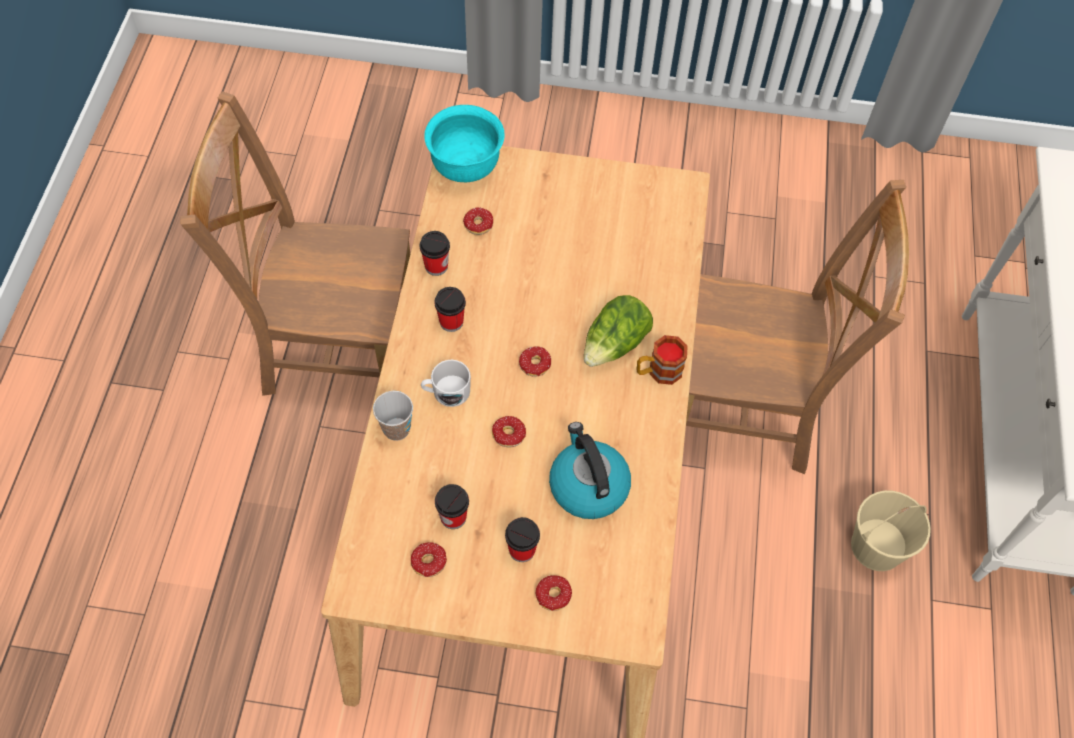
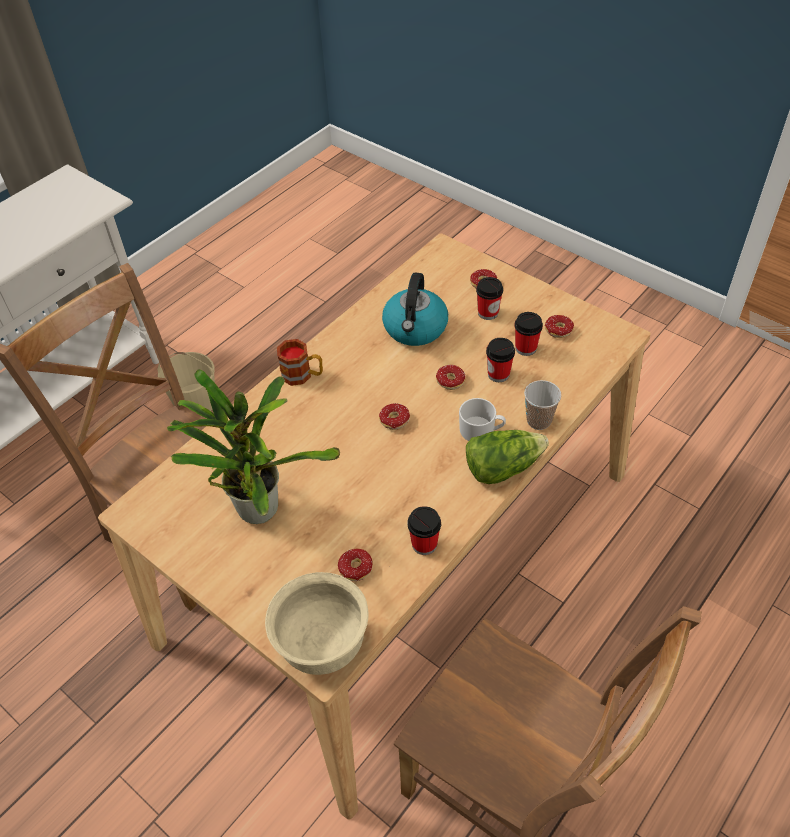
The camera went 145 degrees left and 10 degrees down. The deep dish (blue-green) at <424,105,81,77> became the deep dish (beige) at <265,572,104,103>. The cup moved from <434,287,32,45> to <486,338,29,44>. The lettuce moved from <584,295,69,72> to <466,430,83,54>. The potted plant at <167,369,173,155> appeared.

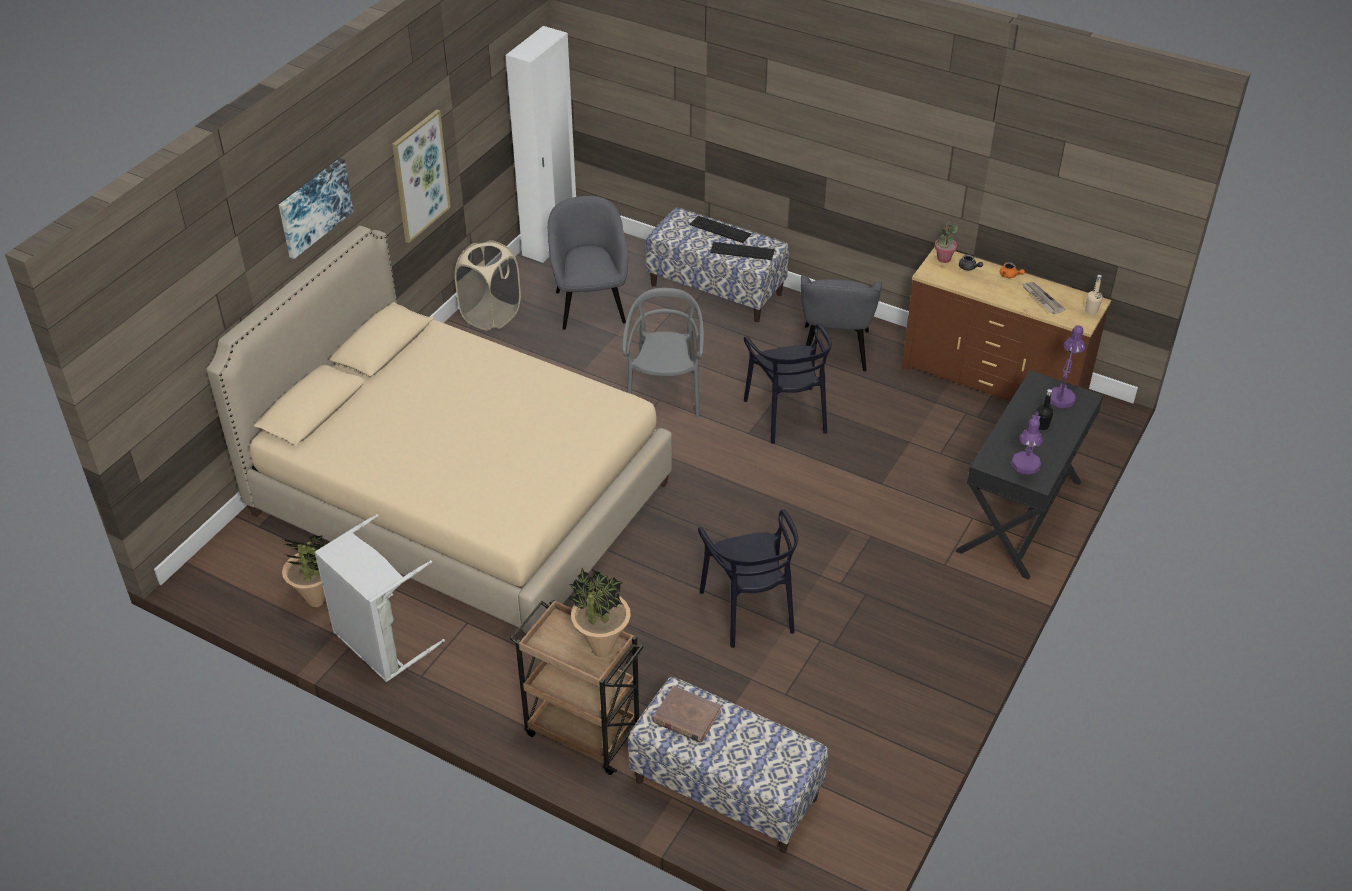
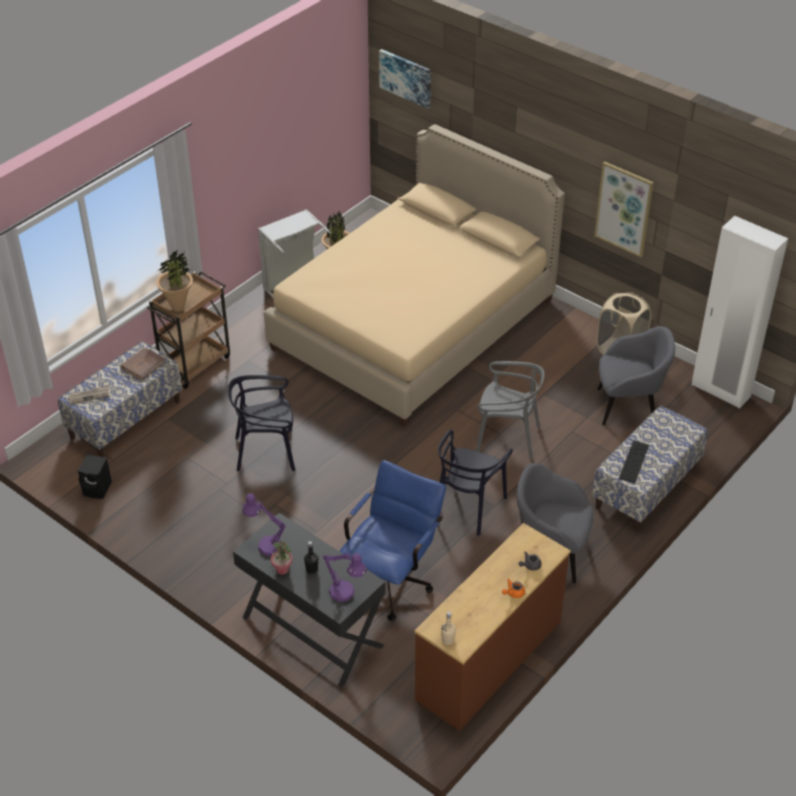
The camera went 100 degrees right and 0 degrees up. The wall picture moved from <279,158,75,101> to <379,49,52,60>. The PC keyboard at <690,216,61,27> disappeared. The potted plant moved from <935,222,23,41> to <271,540,21,35>. The printed paper moved from <1022,282,44,32> to <68,385,41,20>. The upright chair (black-coloured) at <744,324,88,120> turned 60 degrees counterclockwise. The loudspeaker (black-coloured) at <78,455,34,44> appeared. The office chair (blue-coloured) at <339,460,107,161> appeared.

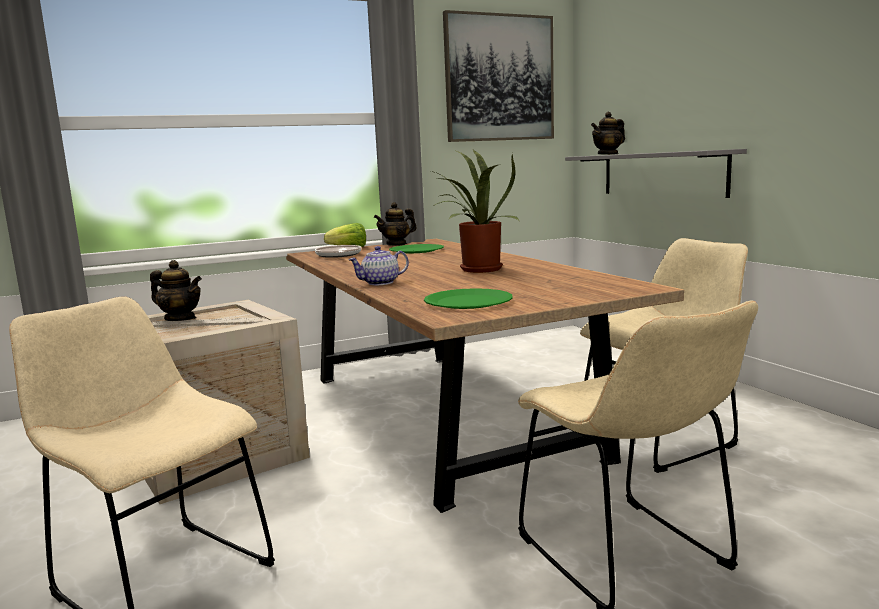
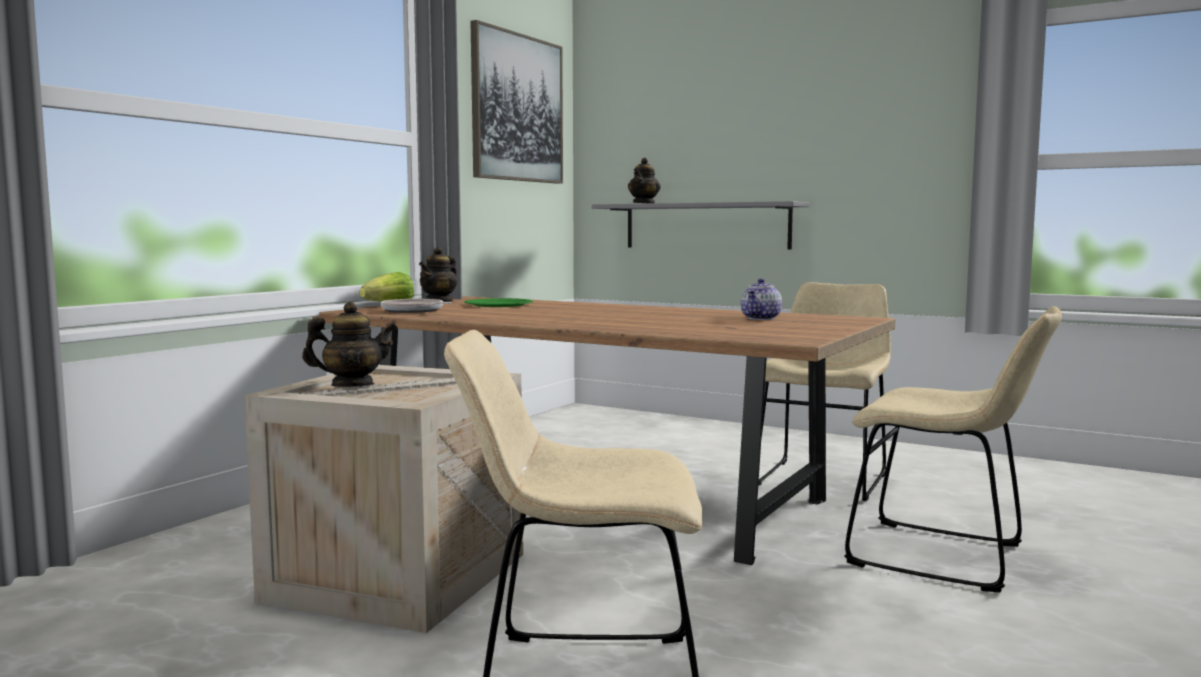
The camera went 35 degrees left and 5 degrees down. The potted plant at <431,150,88,123> disappeared. The pot for tea moved from <348,246,61,39> to <741,278,41,42>. The dinner plate (green-coloured) at <424,288,89,21> disappeared.

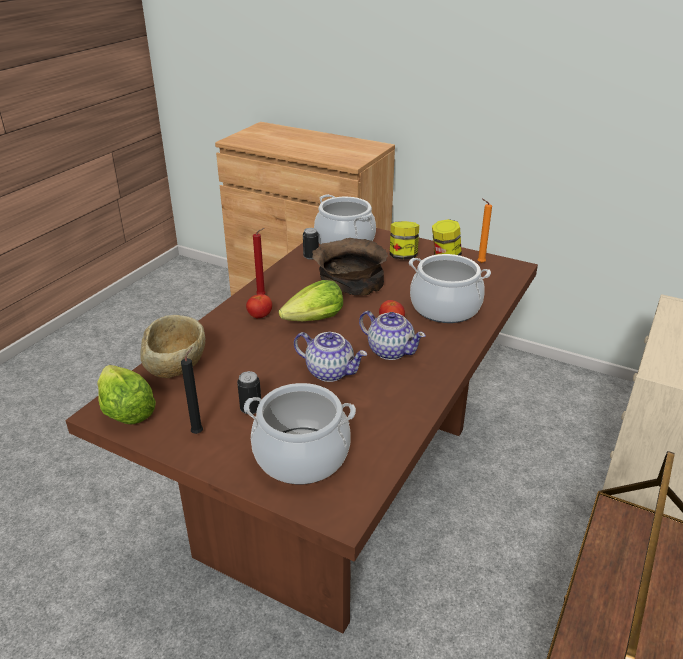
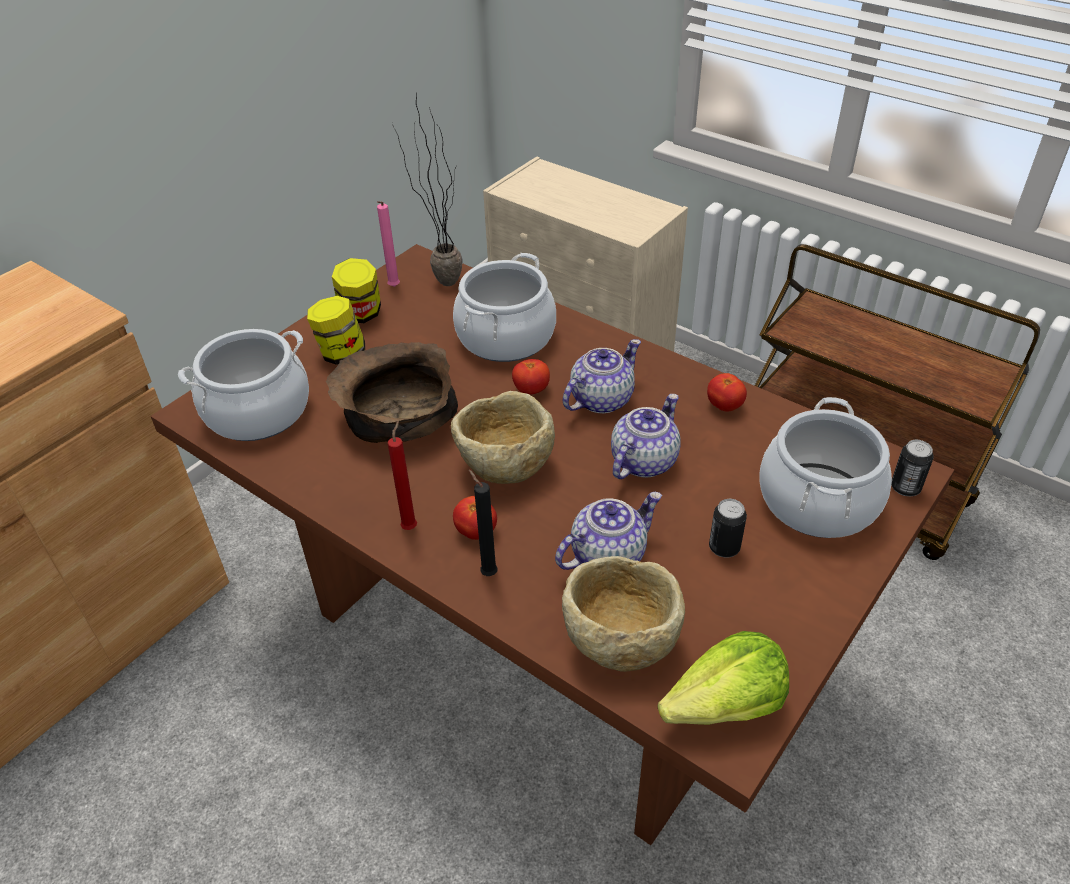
The camera went 80 degrees left and 10 degrees up. The wax candle (orange) at <477,198,15,65> became the wax candle (pinkish) at <377,201,23,86>. The metal can moved from <303,228,16,32> to <891,440,43,56>. The lettuce at <279,280,64,41> was replaced by the deep dish (beige) at <451,391,104,93>. The wax candle (black-coloured) moved from <181,347,22,87> to <469,470,29,106>. The potted plant at <392,96,71,190> appeared. The tomato at <707,373,40,39> appeared. The pot for tea at <555,492,107,78> appeared.

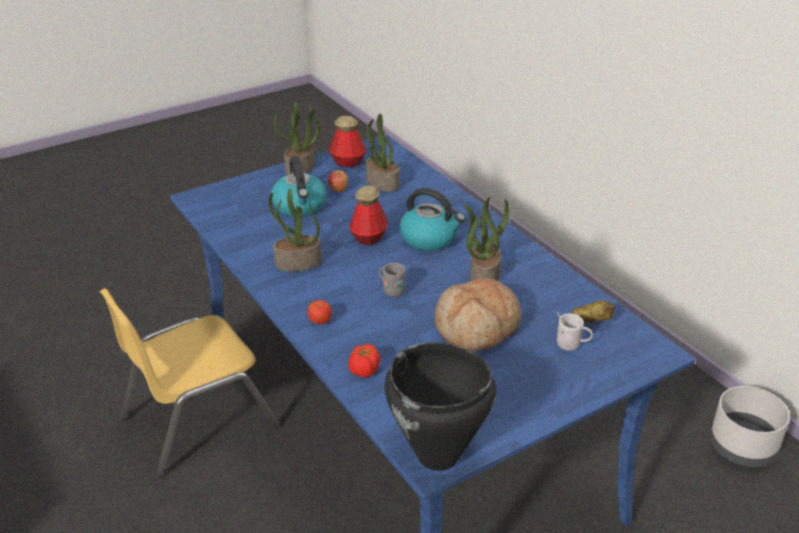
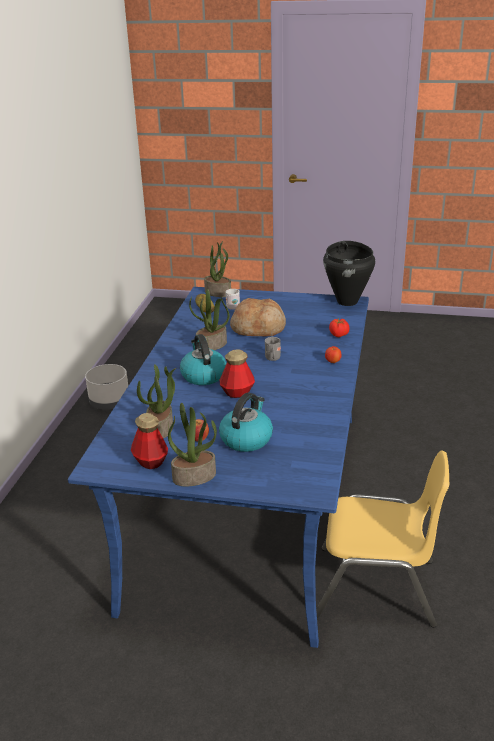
The camera went 135 degrees left and 5 degrees down. The potted plant moved from <268,188,54,84> to <204,241,27,56>.

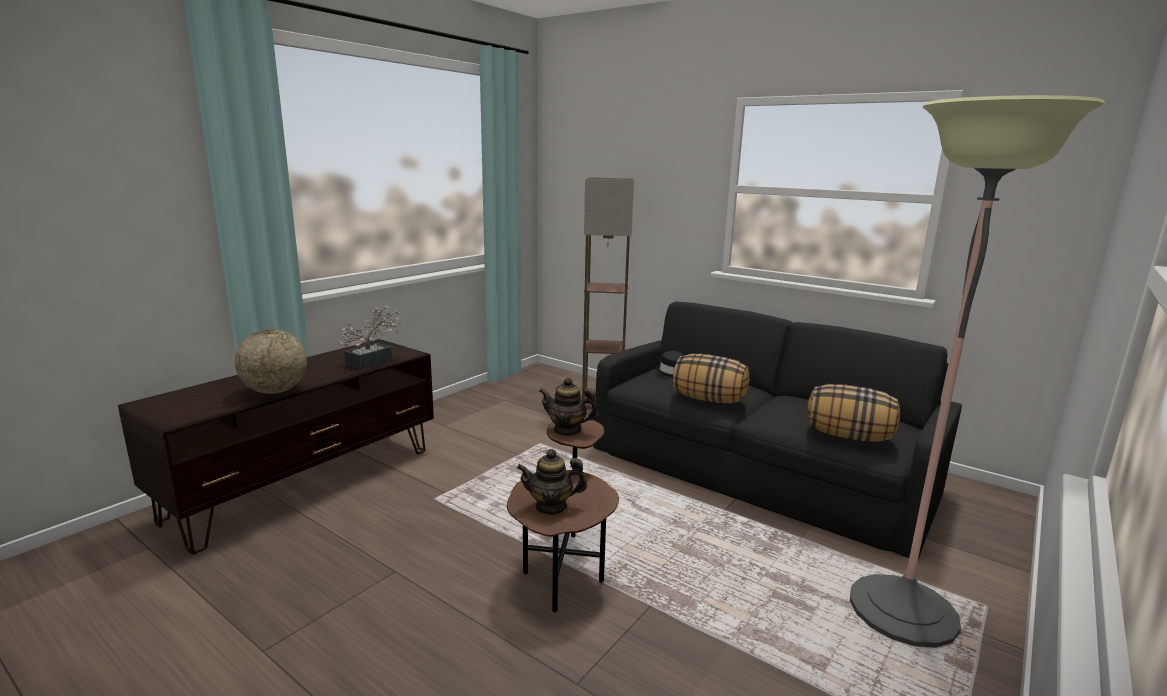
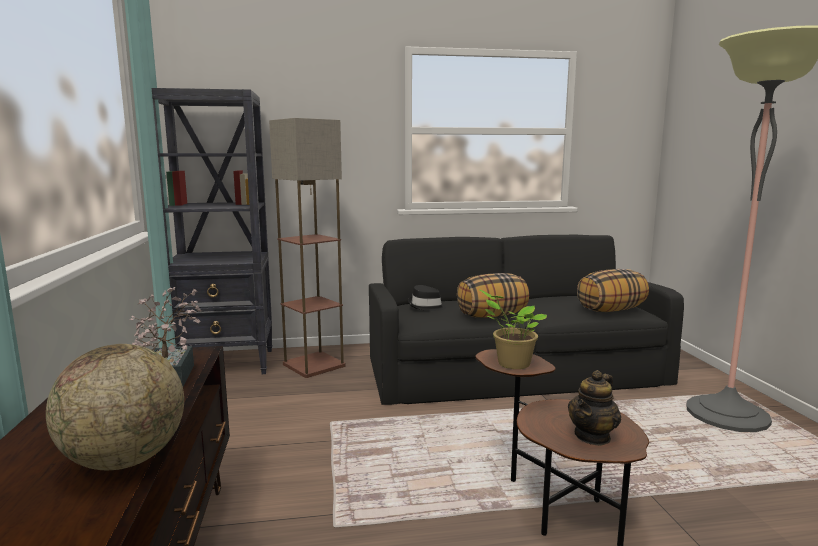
The camera went 45 degrees left and 5 degrees down. The pot for tea at <539,377,60,59> was replaced by the potted plant at <479,289,68,80>. The bookcase (black-coloured) at <152,88,121,286> appeared.

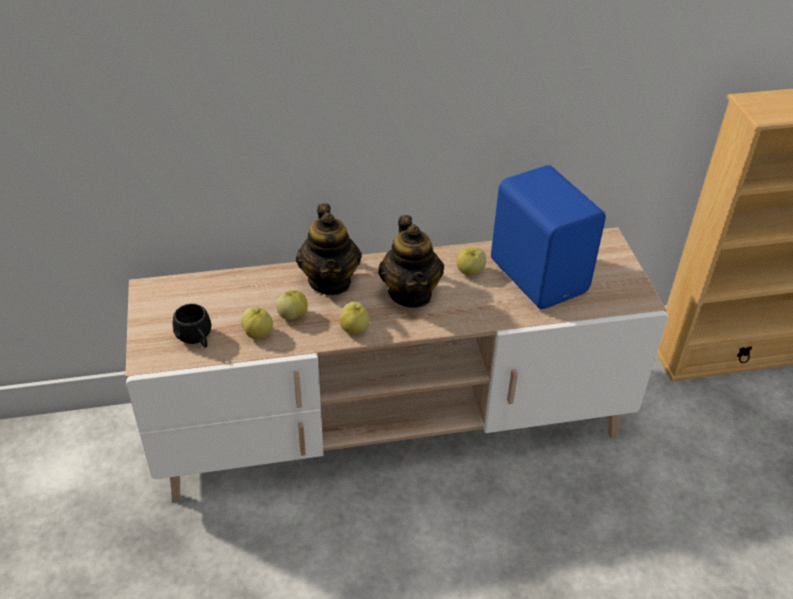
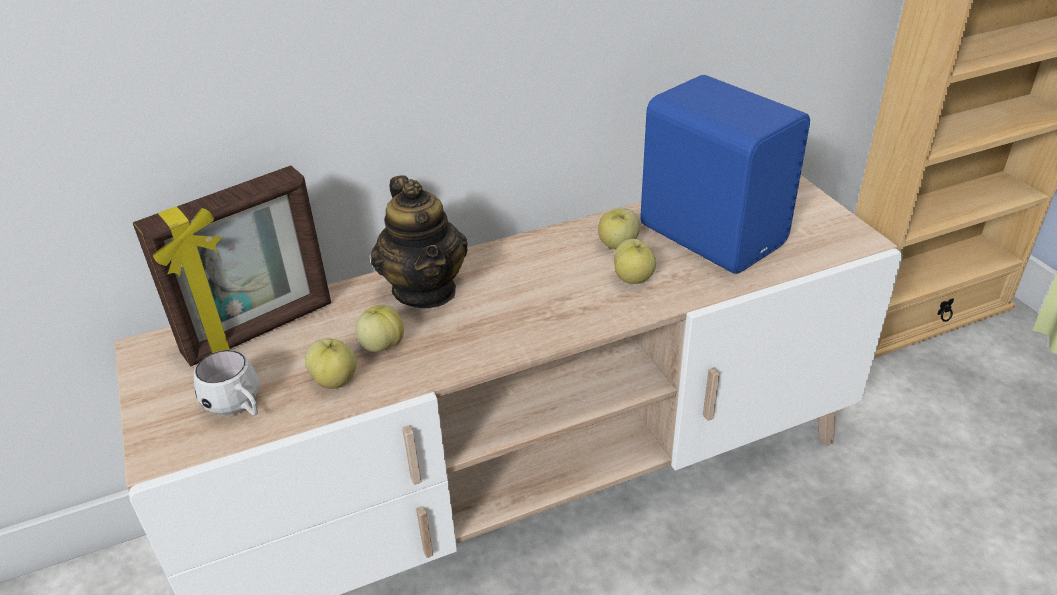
The camera went 10 degrees left and 5 degrees down. The pot for tea at <378,215,66,93> disappeared. The whole apple moved from <339,302,31,32> to <614,239,42,45>. The mug (black-coloured) at <173,303,39,45> became the mug (white-coloured) at <194,350,65,66>. The photo frame at <133,166,198,200> appeared.

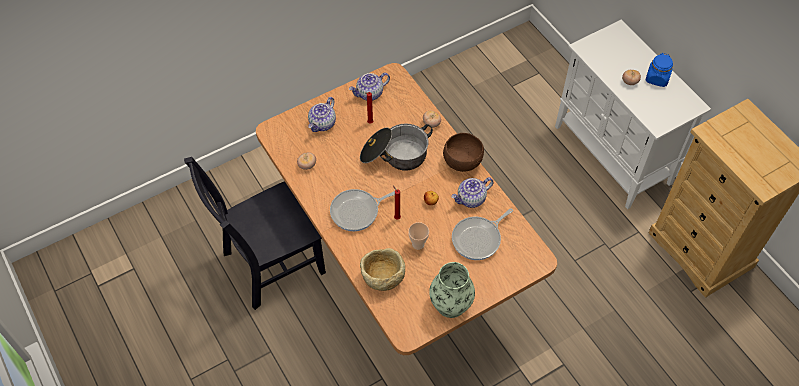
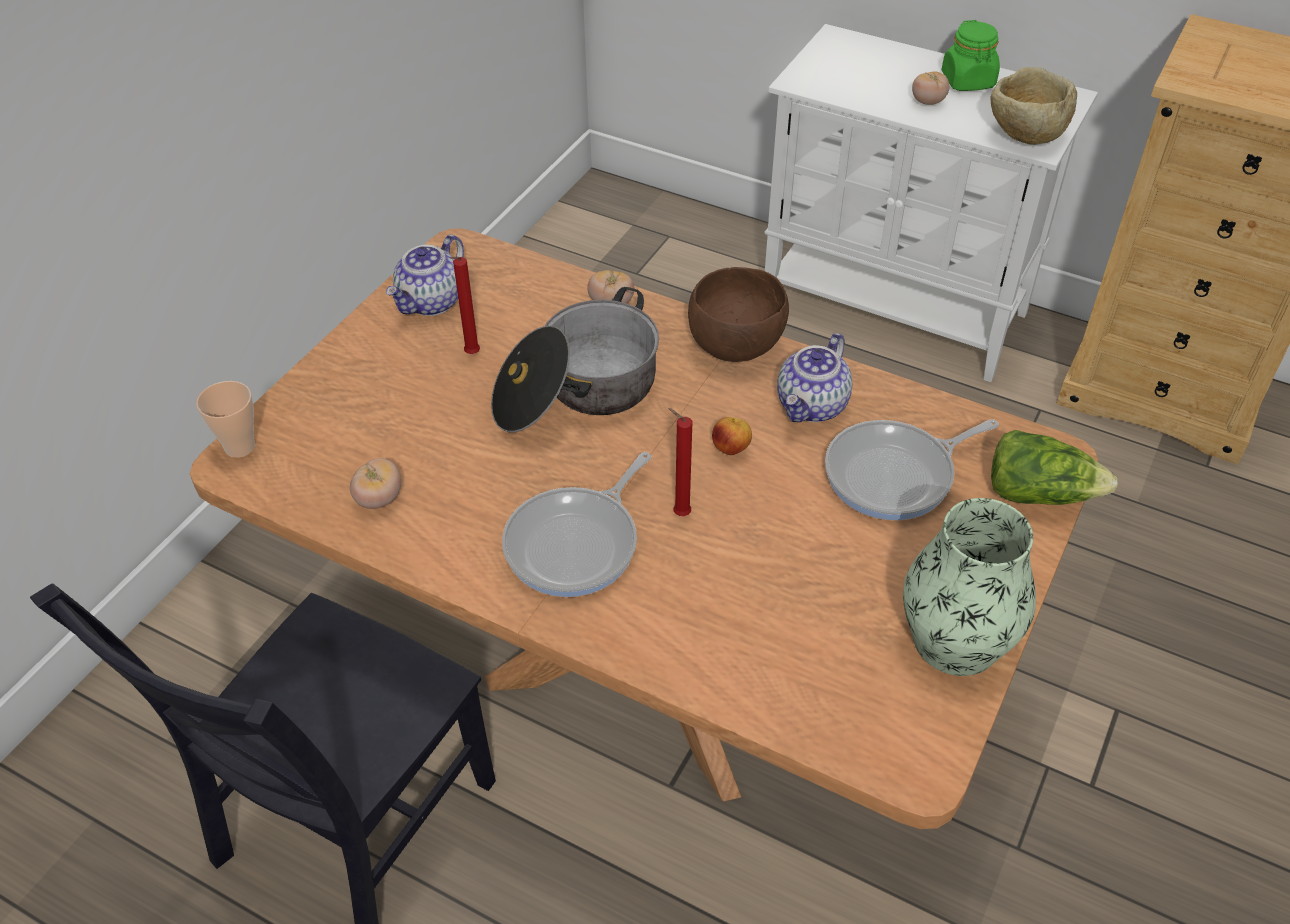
The camera went 30 degrees left and 10 degrees down. The storage jar (blue-coloured) at <645,53,28,34> became the storage jar (green-coloured) at <942,20,58,71>. The pot for tea at <308,97,28,35> disappeared. The pan at <452,208,61,52> turned 45 degrees clockwise. The cup moved from <408,222,21,28> to <196,381,59,77>. The deep dish (beige) moved from <360,248,45,43> to <991,67,86,78>. The lettuce at <991,430,127,75> appeared.

